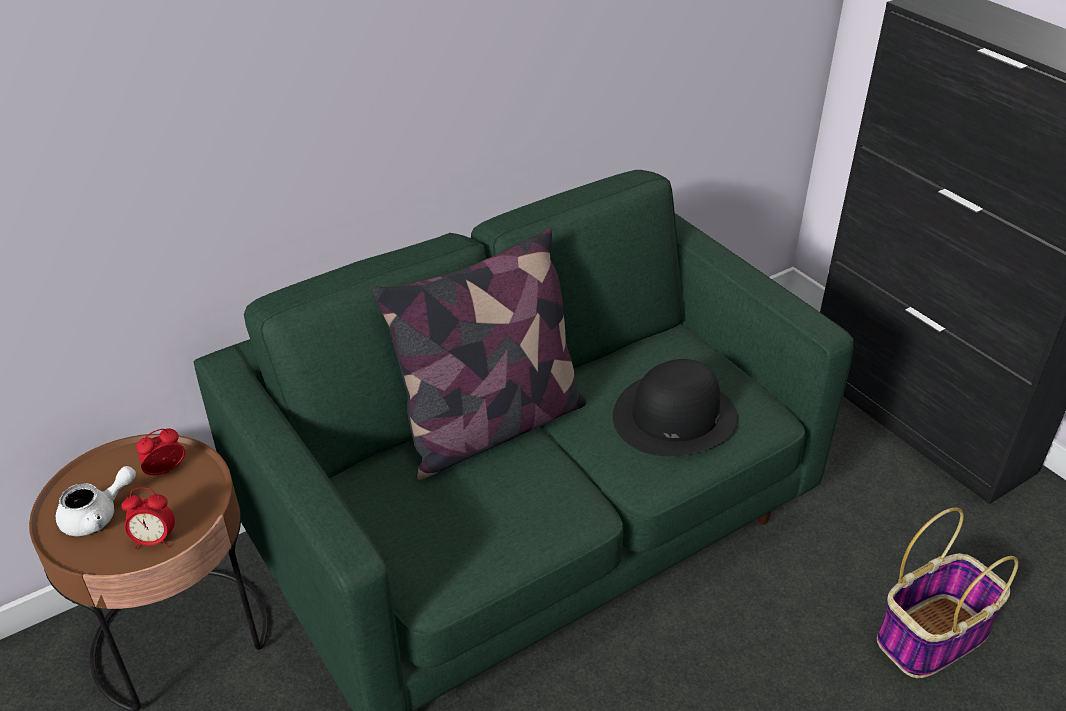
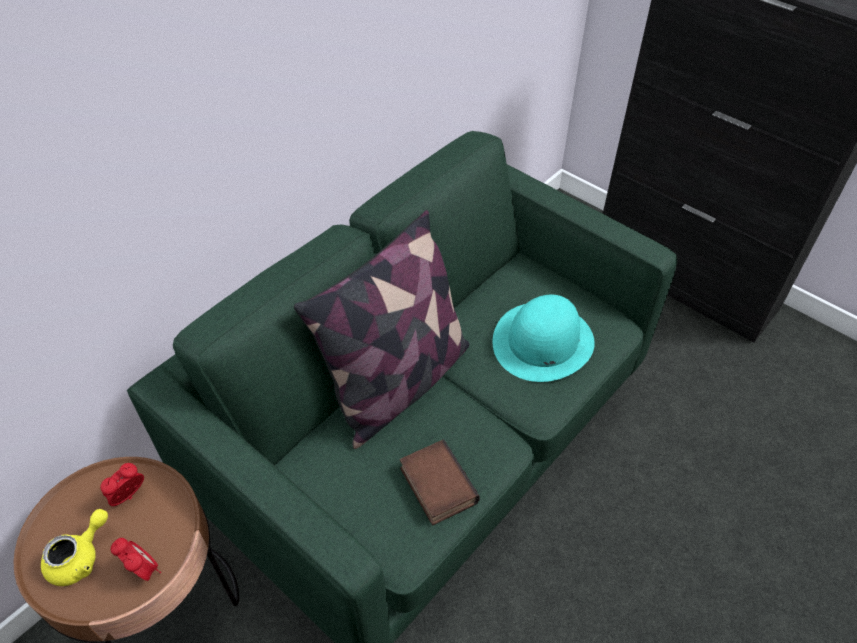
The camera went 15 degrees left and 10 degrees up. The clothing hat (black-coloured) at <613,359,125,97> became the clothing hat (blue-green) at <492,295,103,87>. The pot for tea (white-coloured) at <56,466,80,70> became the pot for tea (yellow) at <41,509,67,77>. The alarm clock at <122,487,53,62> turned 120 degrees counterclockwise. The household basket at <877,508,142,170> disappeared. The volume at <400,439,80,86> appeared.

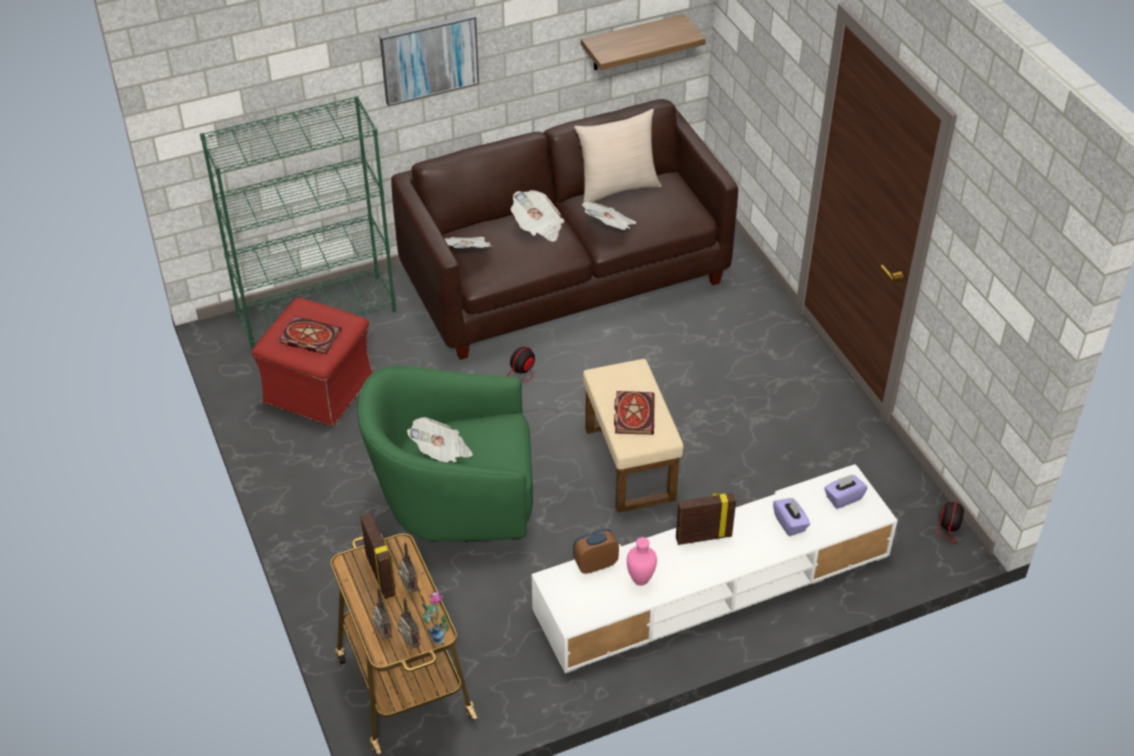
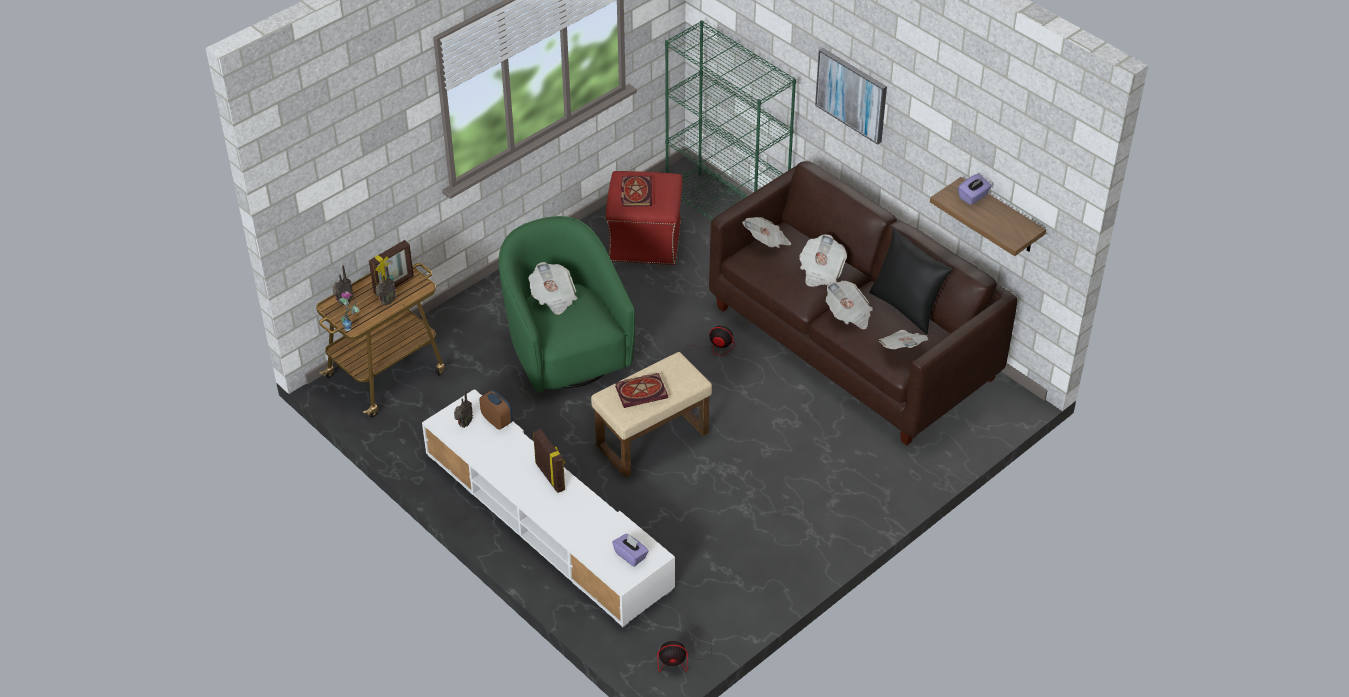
The camera went 70 degrees right and 0 degrees up. The throw pillow (beige) at <574,109,87,94> became the throw pillow (black-coloured) at <869,228,84,107>. The box of tissues (purplish) moved from <773,498,37,38> to <958,174,34,31>. The decorative vase (pinkish) at <627,537,30,49> disappeared. The radio set moved from <398,598,22,50> to <454,389,19,39>. The printed paper at <878,330,51,19> appeared.

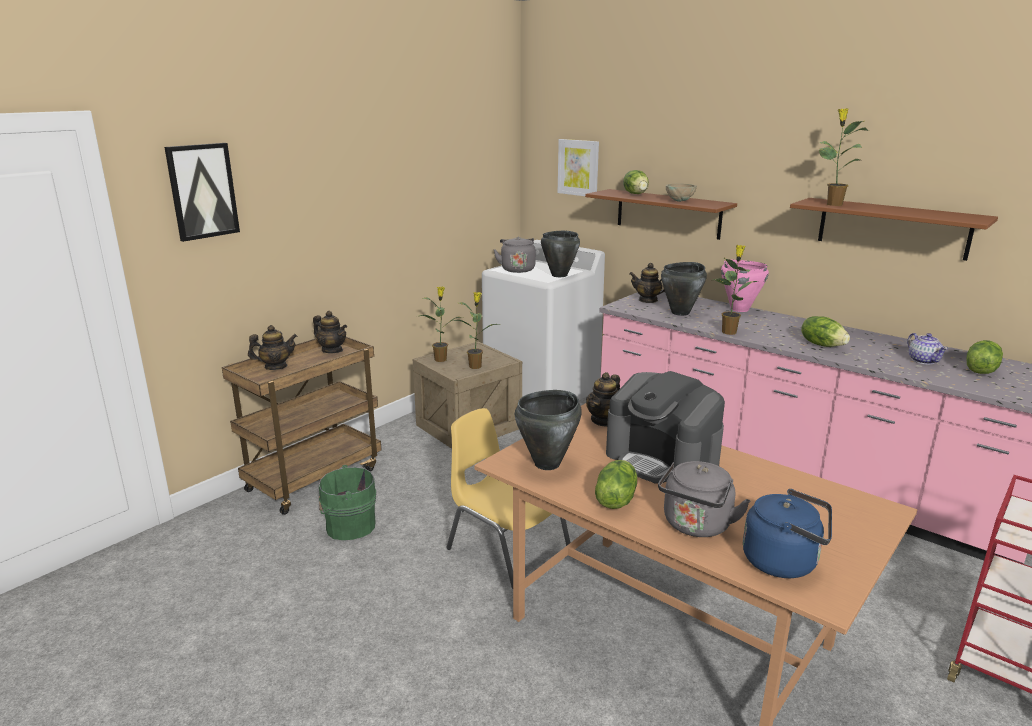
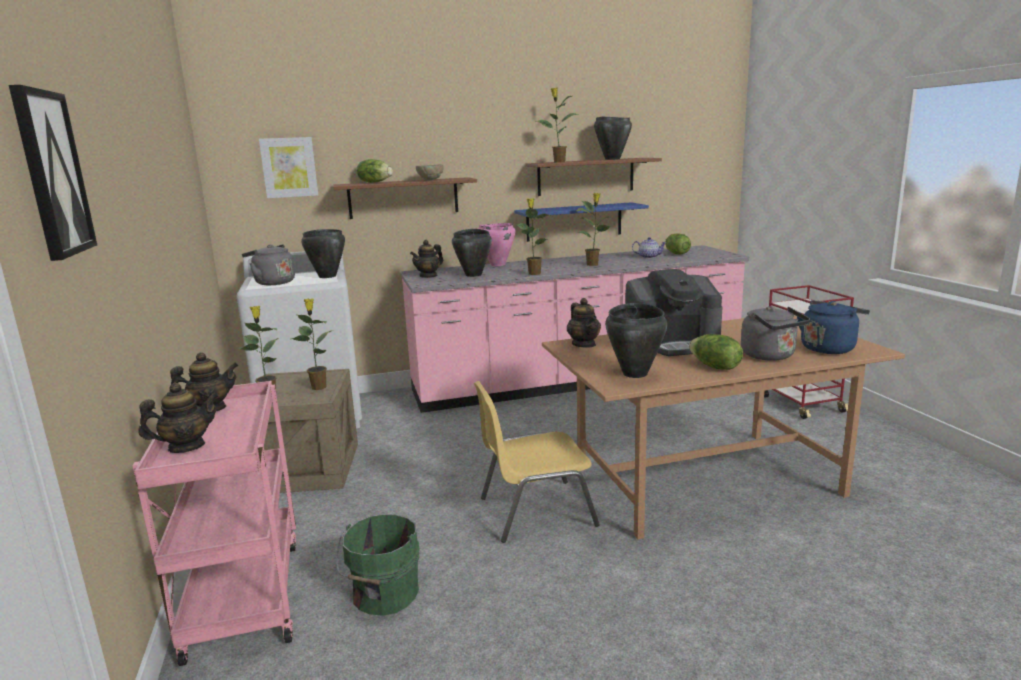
The camera went 55 degrees left and 5 degrees down. The lettuce at <801,316,49,31> was replaced by the potted plant at <577,193,33,73>. The pot for tea at <248,325,49,45> turned 45 degrees clockwise. The cart (brown-coloured) at <222,337,160,178> became the cart (pinkish) at <132,381,164,285>. The saucepot (black-coloured) at <594,116,38,44> appeared. The wall shelf (blue-coloured) at <514,202,135,40> appeared.

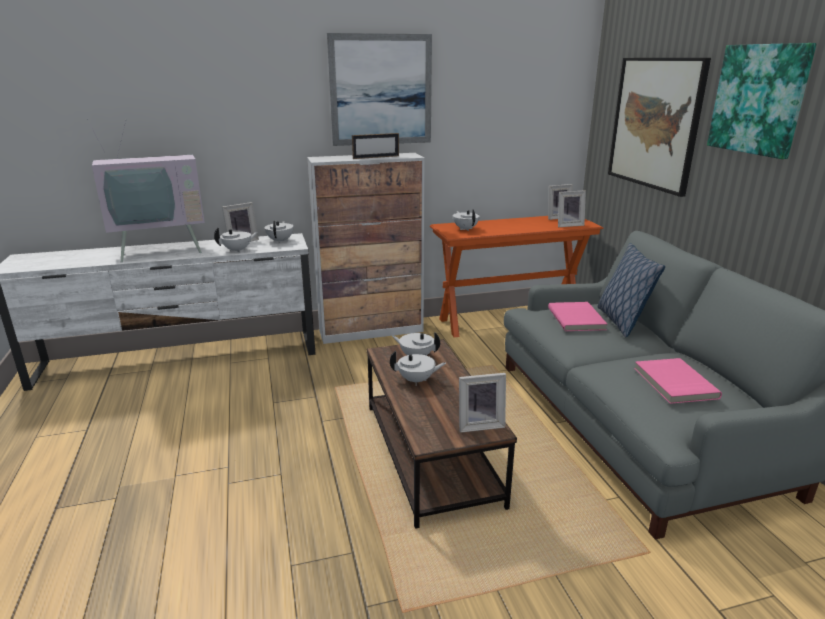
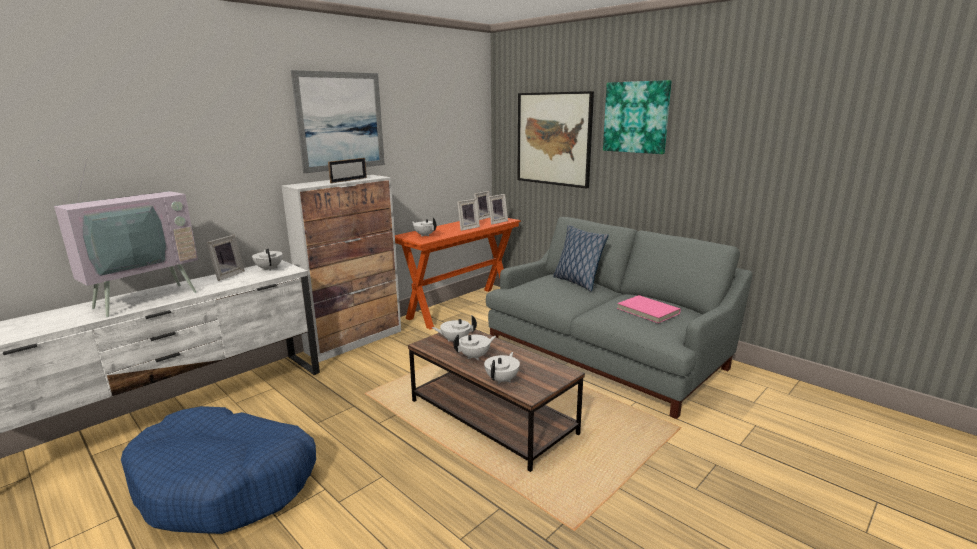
The camera went 30 degrees left and 5 degrees down. The pot for tea (white-coloured) moved from <214,228,44,25> to <484,352,36,32>. The volume (pinkish) at <548,302,59,29> disappeared. The photo frame moved from <459,373,47,60> to <457,199,23,32>. The dog bed (blue-coloured) at <121,406,195,128> appeared.

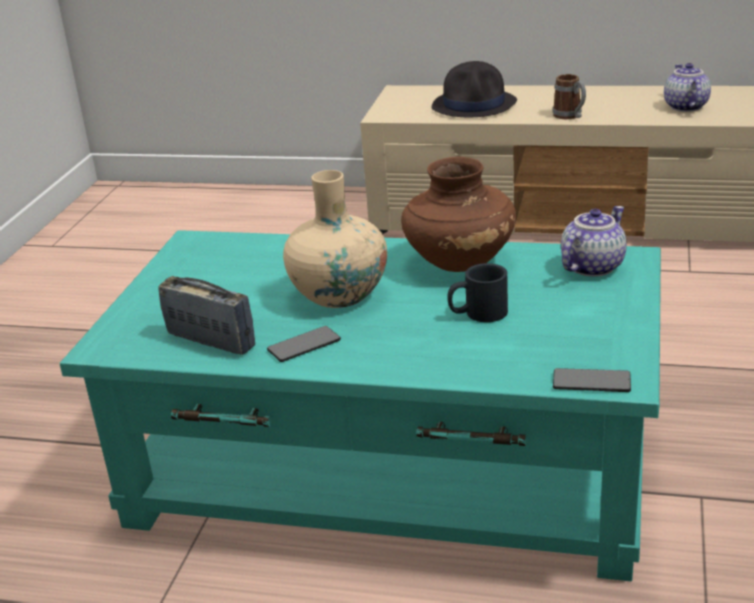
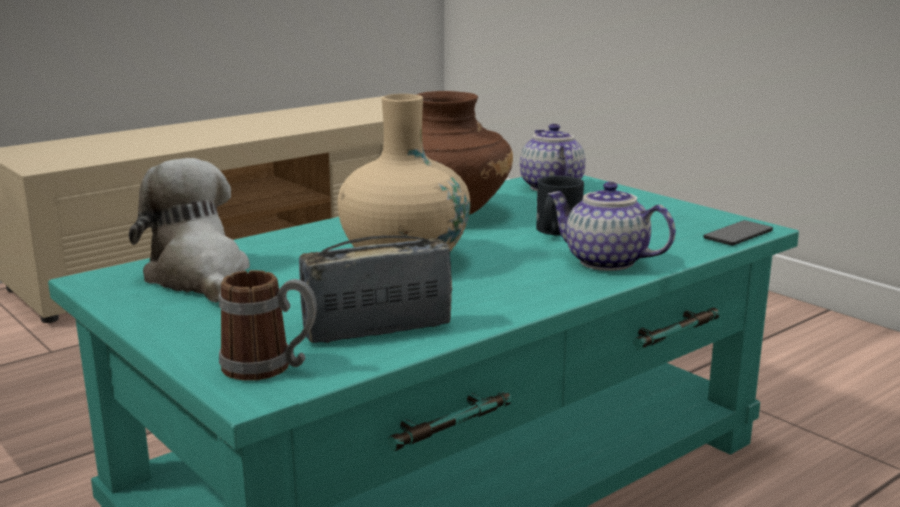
The camera went 55 degrees left and 10 degrees down. The clothing hat (black-coloured) at <431,61,86,56> disappeared. The pot for tea moved from <664,63,47,49> to <548,182,128,89>. The mug moved from <553,74,33,45> to <219,270,98,111>. The phone at <267,326,74,36> disappeared. The cuddly toy at <129,158,121,145> appeared.

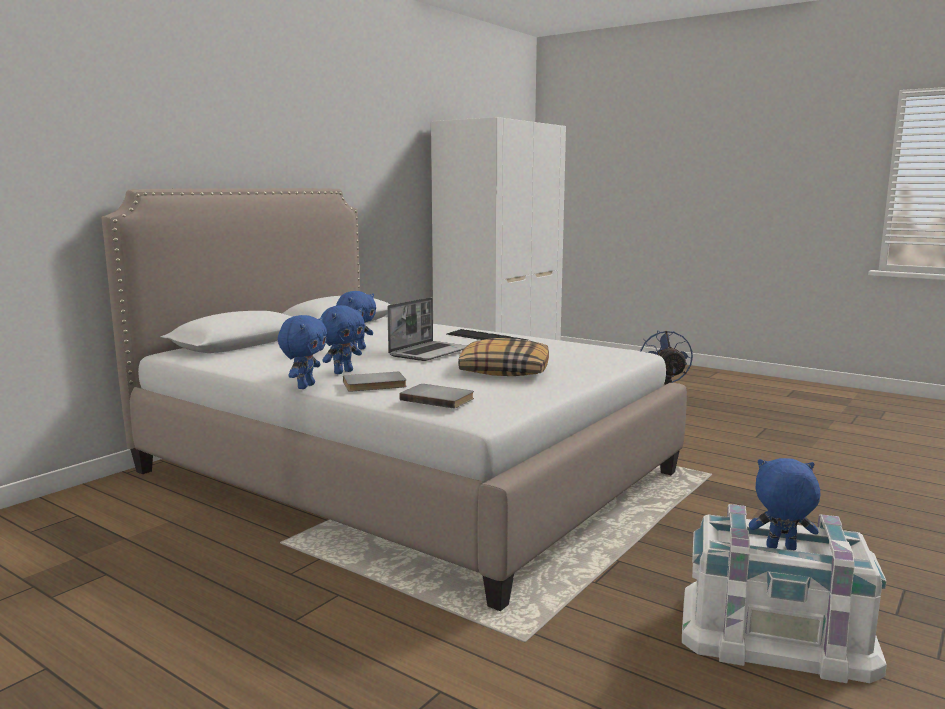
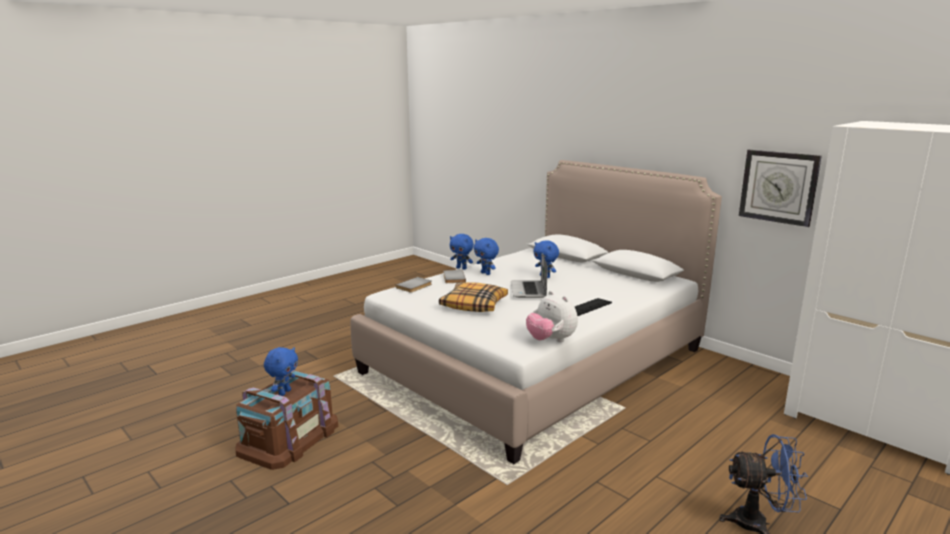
The camera went 100 degrees right and 5 degrees up. The notebook computer at <387,297,79,64> turned 45 degrees clockwise. The storage container (white-coloured) at <682,504,205,179> became the storage container (brown-coloured) at <236,370,102,100>. The hanging clock at <739,150,83,77> appeared. The cuddly toy at <526,291,52,51> appeared.

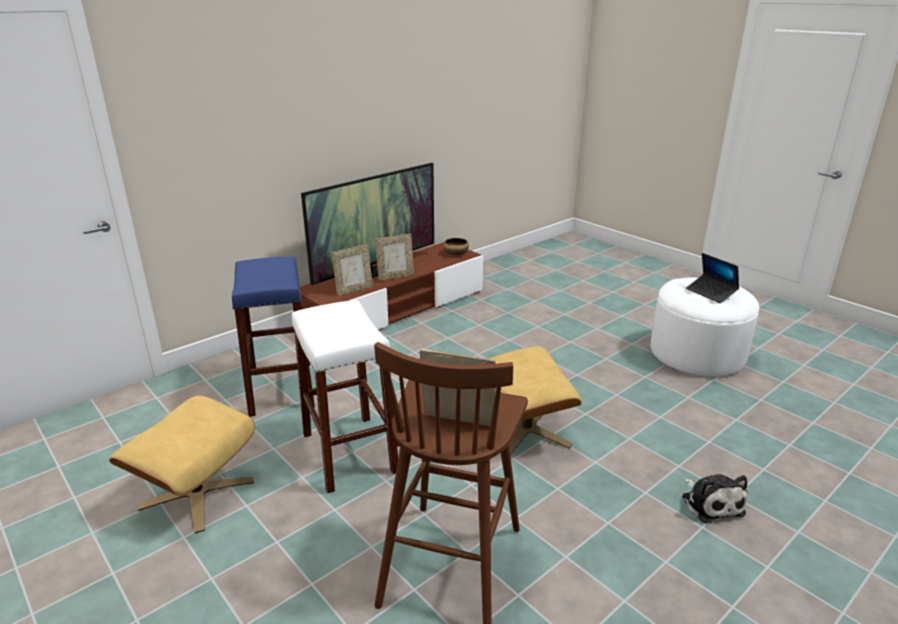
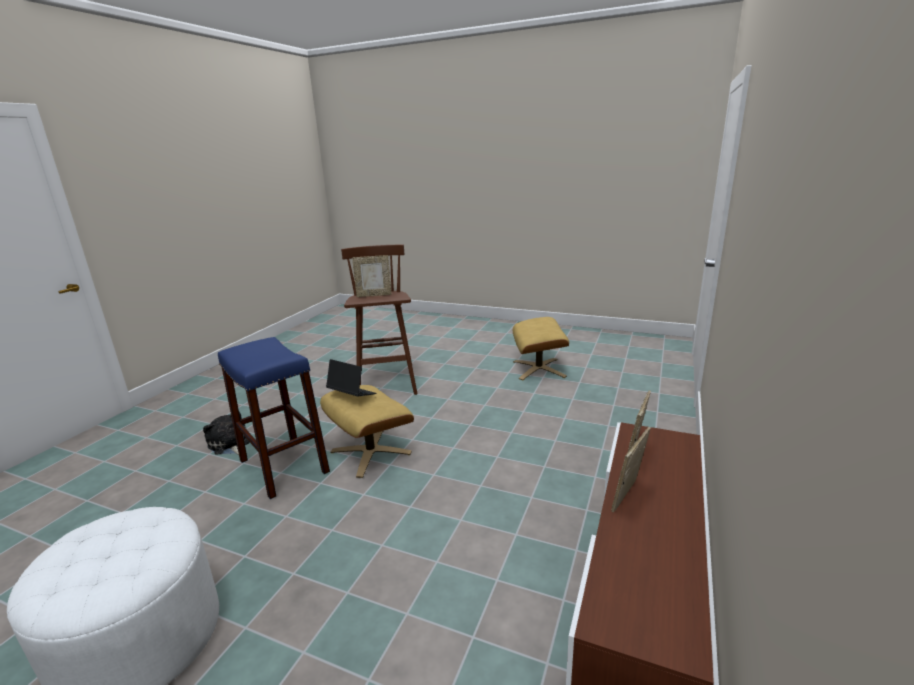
The camera went 155 degrees right and 5 degrees down. The TV at <301,163,133,122> disappeared. The deep dish at <444,238,25,17> disappeared. The notebook computer moved from <686,253,53,50> to <326,359,50,37>. The stool (blue-coloured) moved from <232,256,83,161> to <218,337,112,162>. The stool (white-coloured) at <292,300,106,193> disappeared.

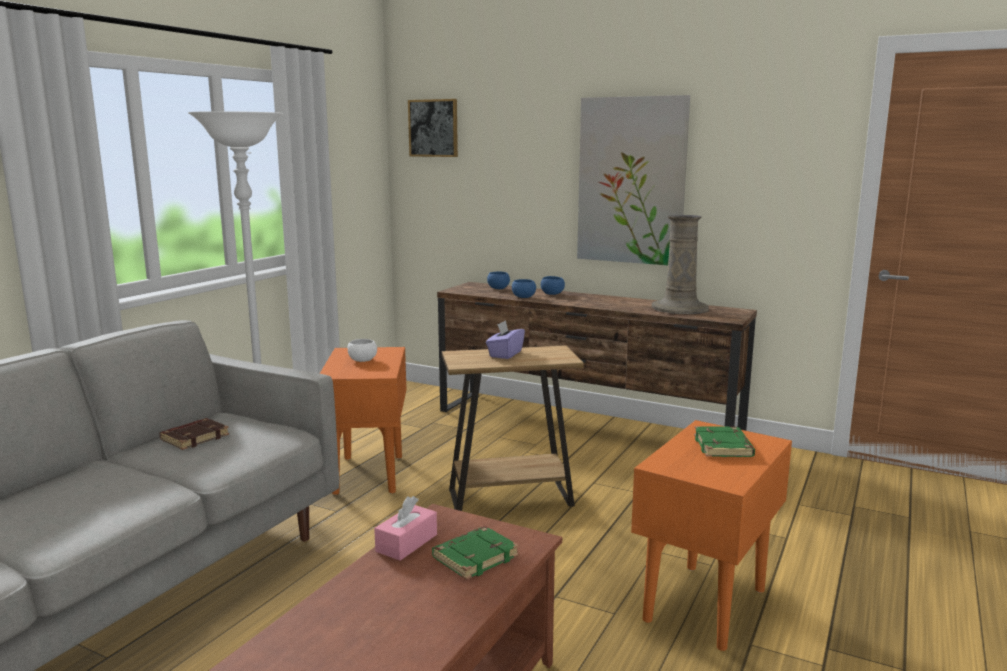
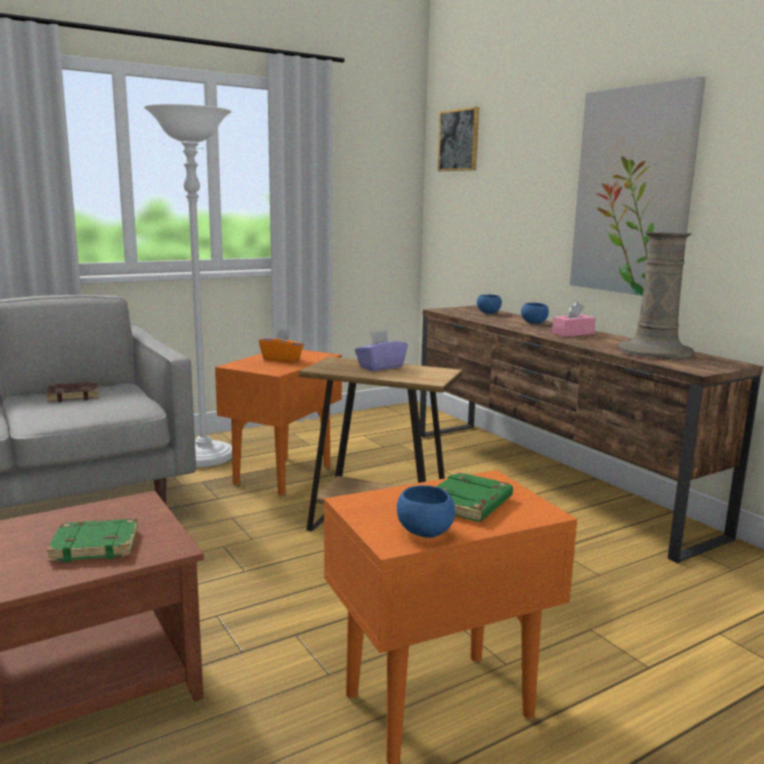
The camera went 30 degrees right and 0 degrees up. The deep dish (blue-coloured) moved from <512,279,24,19> to <397,485,58,53>. The deep dish (white-coloured) at <348,339,29,23> was replaced by the box of tissues (orange) at <259,328,45,34>. The box of tissues (pinkish) moved from <374,496,63,65> to <552,301,44,36>.

